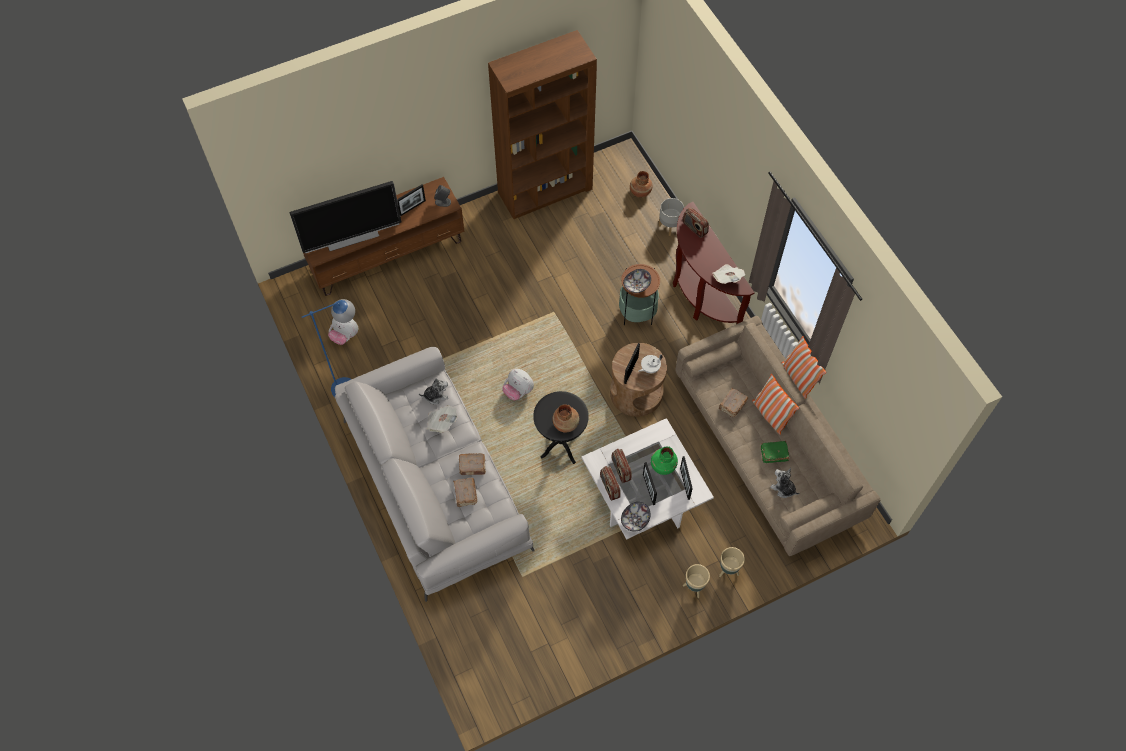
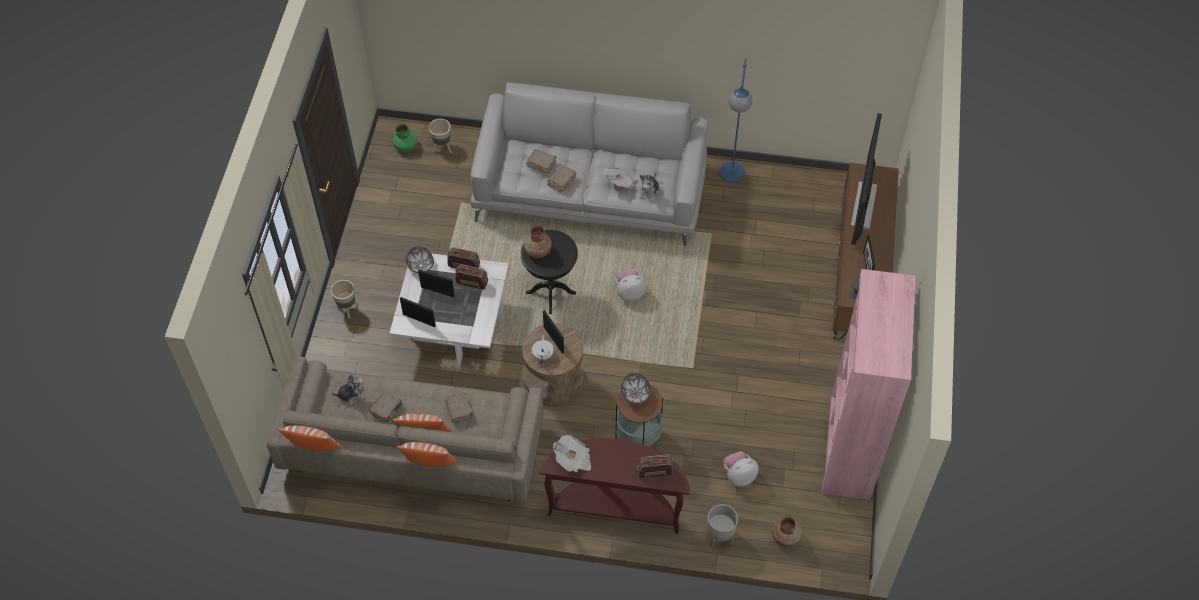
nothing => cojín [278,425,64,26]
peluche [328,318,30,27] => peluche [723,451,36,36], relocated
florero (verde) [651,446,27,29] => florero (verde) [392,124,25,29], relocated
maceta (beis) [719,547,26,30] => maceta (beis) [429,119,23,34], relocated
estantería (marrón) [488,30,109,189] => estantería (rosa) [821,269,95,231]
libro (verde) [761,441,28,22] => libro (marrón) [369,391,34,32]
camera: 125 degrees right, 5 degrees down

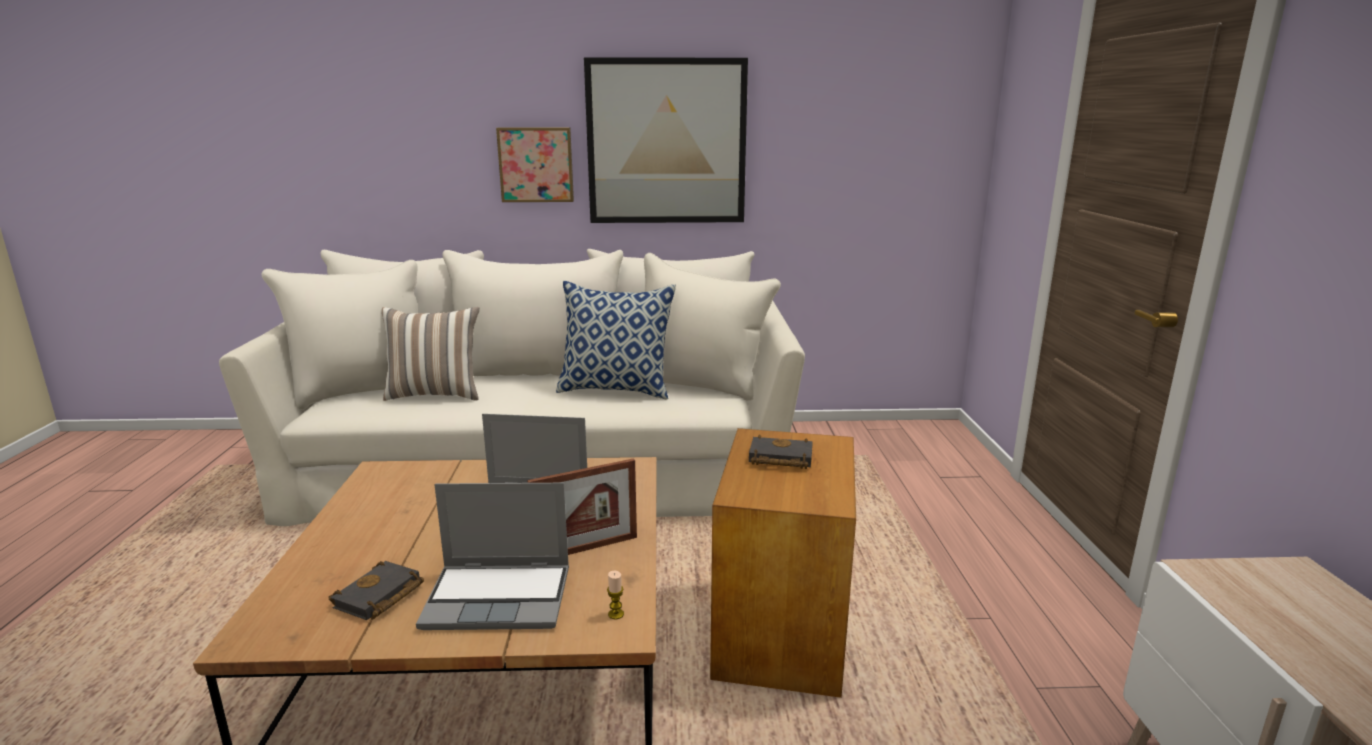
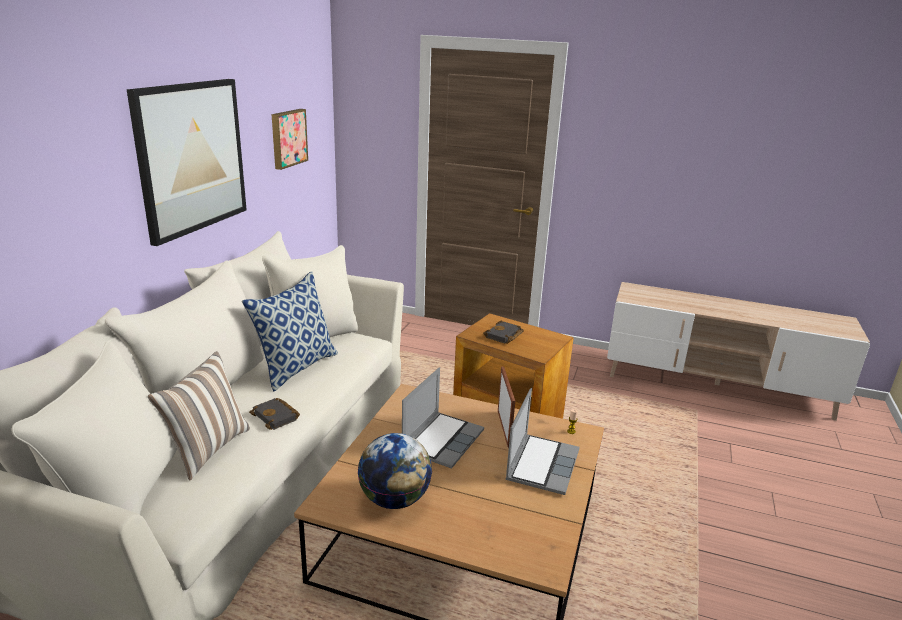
nothing => globo terráqueo [357,433,75,76]
libro (negro) [329,561,95,59] => libro (negro) [249,398,51,32], relocated
cuadro [496,127,78,75] => cuadro [272,109,36,61], relocated
camera: 70 degrees left, 5 degrees up

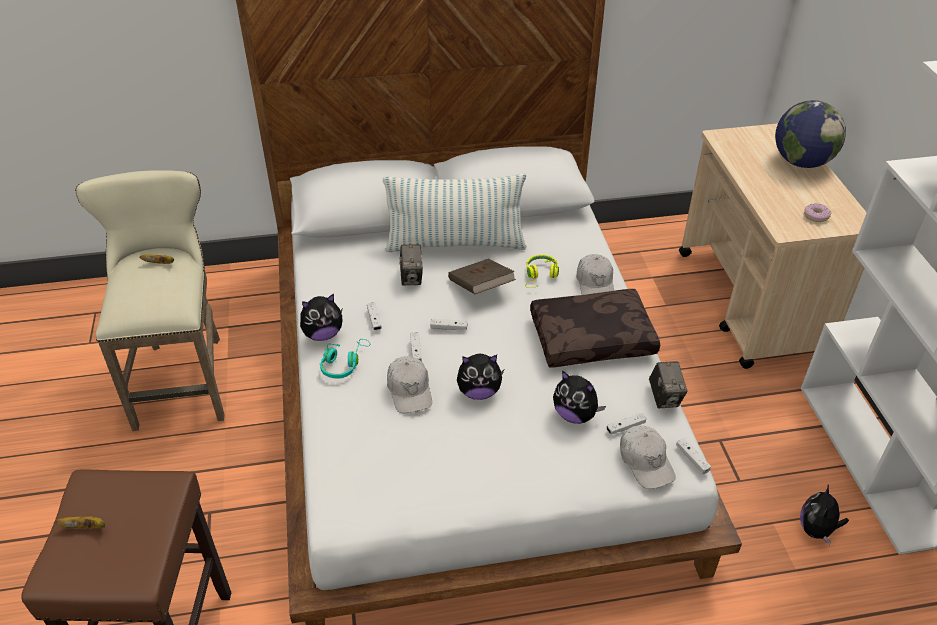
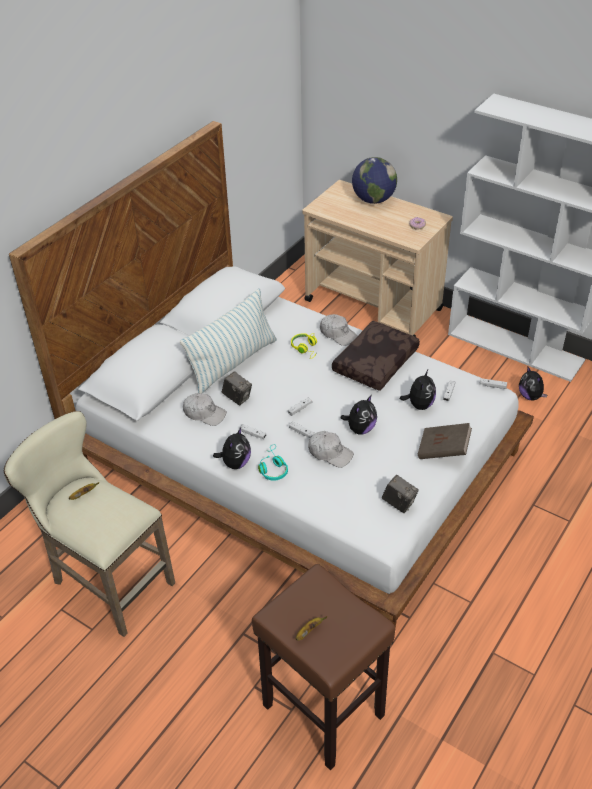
libro (marrón) [448,259,68,35] => libro (marrón) [418,423,54,36], relocated
gorra (blanco) [620,425,56,64] => gorra (blanco) [183,393,44,33], relocated
cámara [649,361,38,47] => cámara [382,475,37,38], relocated
peluche [553,370,53,54] => peluche [400,370,36,40], 60 degrees counterclockwise
camera: 45 degrees left, 0 degrees up

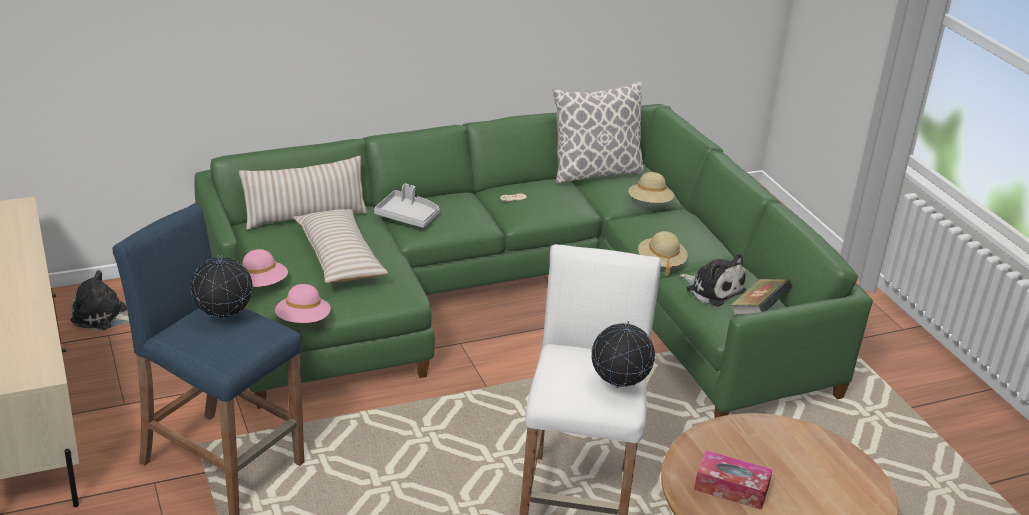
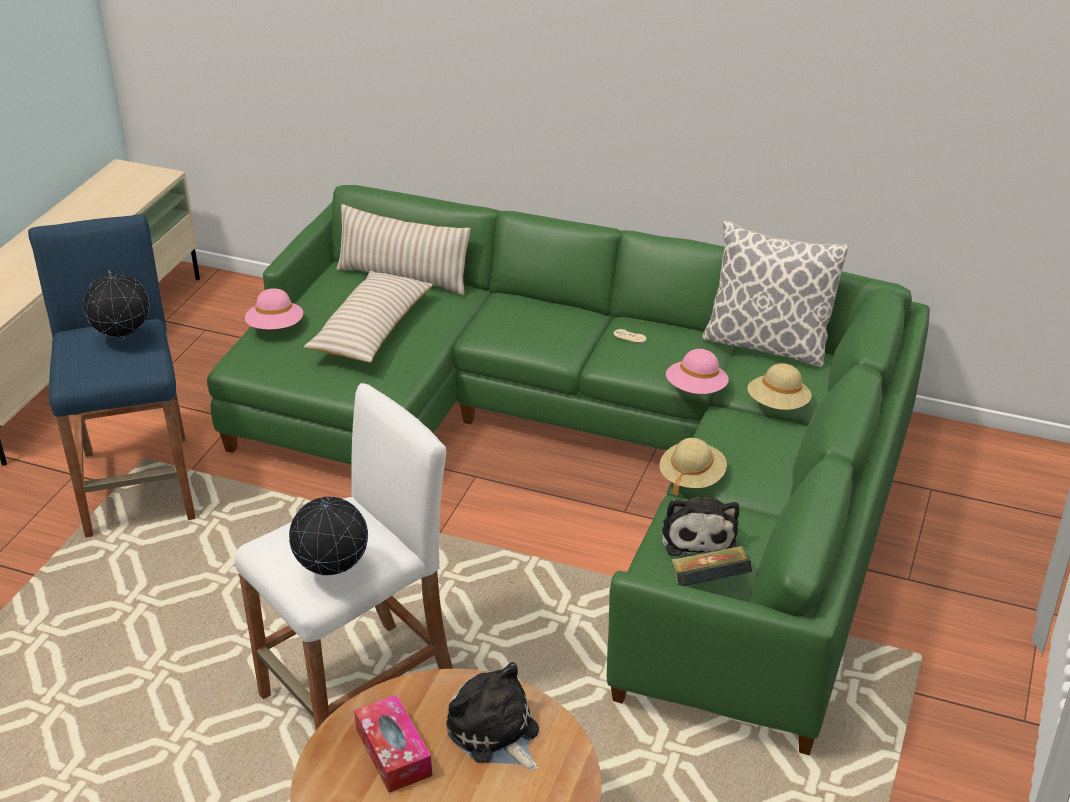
bandeja (gris) [374,183,66,45] => nothing
peluche [71,270,58,60] => peluche [446,662,93,108], relocated
sombrero (rosa) [275,284,56,39] => sombrero (rosa) [666,349,63,45], relocated
camera: 45 degrees right, 5 degrees up

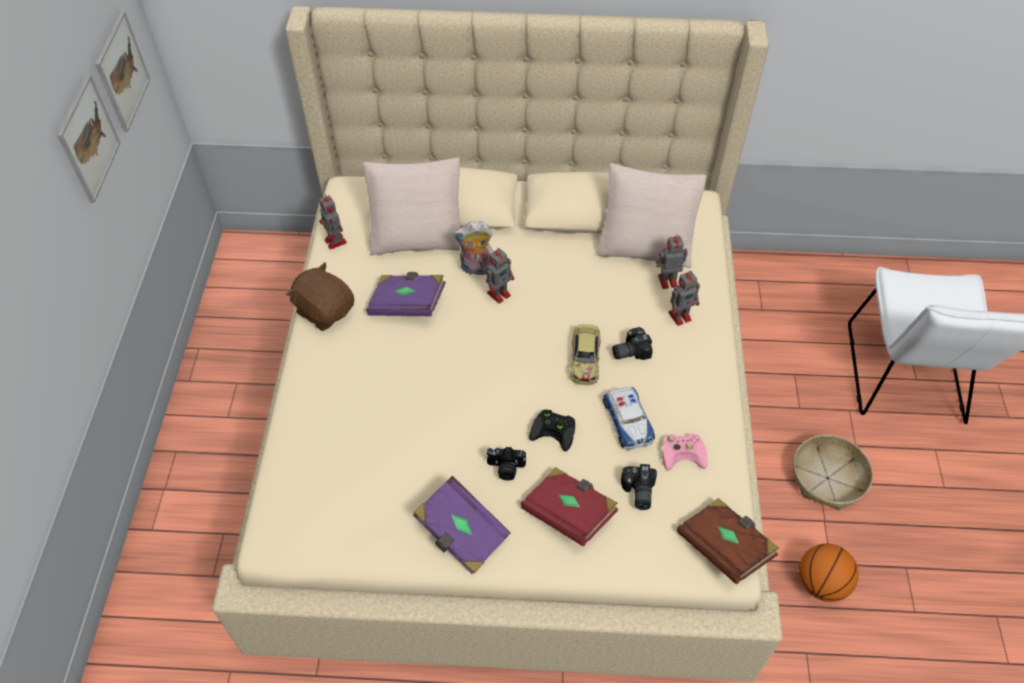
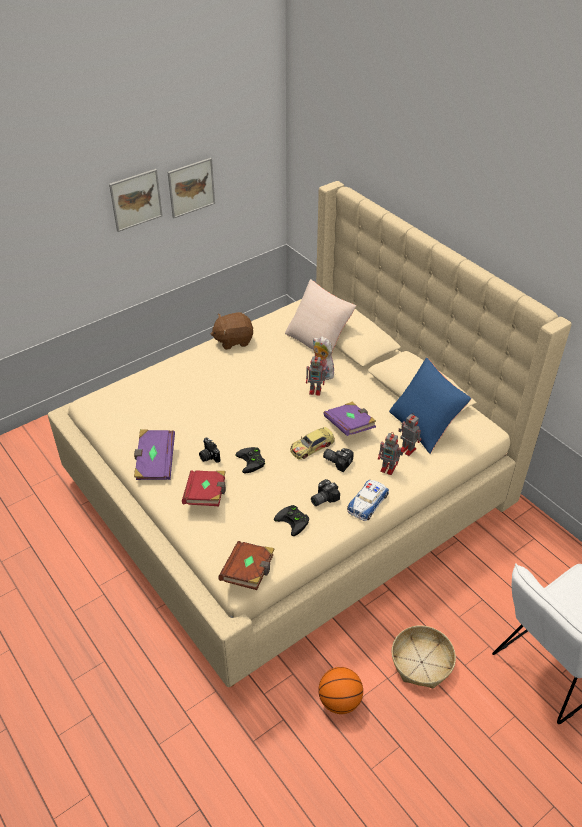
robot de juguete [319,194,28,56] => nothing
cuadro [95,11,55,121] => cuadro [109,169,54,63], relocated
libro (morado) [366,272,80,44] => libro (morado) [324,402,52,34], relocated
coche de juguete [602,387,53,63] => coche de juguete [347,480,42,41], relocated
cámara [621,464,36,46] => cámara [311,479,29,27], relocated
cojín (beis) [597,163,110,105] => cojín (azul) [389,358,82,96]
mando de consola (rosa) [662,433,45,38] => mando de consola (negro) [274,505,35,31]
peluche (marrón) [286,262,68,69] => peluche (marrón) [210,312,43,38], 105 degrees counterclockwise
camera: 50 degrees right, 10 degrees down

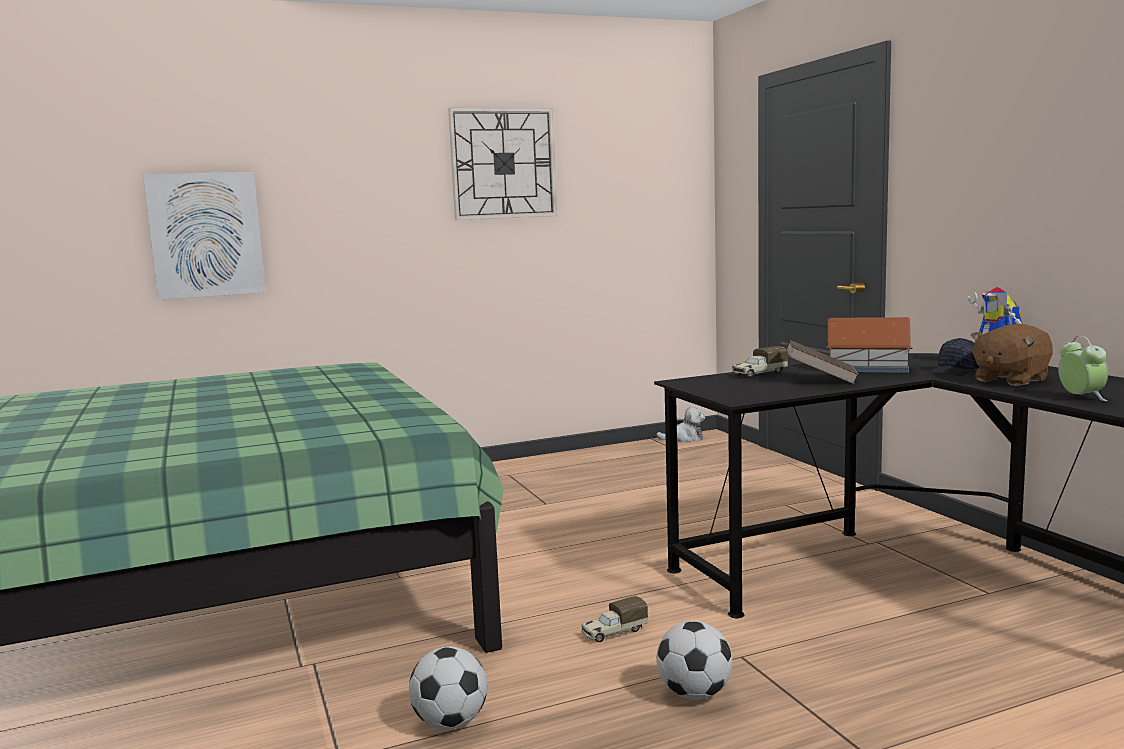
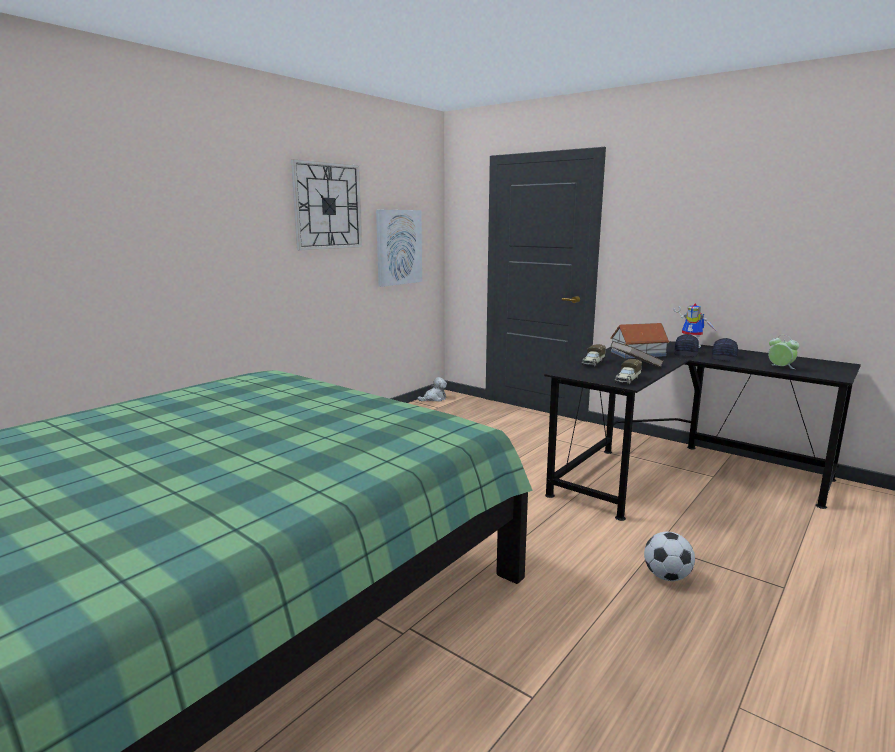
balón de fútbol [409,647,78,82] => nothing
cuadro [143,172,123,128] => cuadro [376,210,46,77], relocated
camión de juguete [581,596,67,46] => camión de juguete [615,359,27,26], relocated
peluche (marrón) [970,324,83,62] => gorra (negro) [712,338,26,24]
camera: 30 degrees left, 5 degrees up

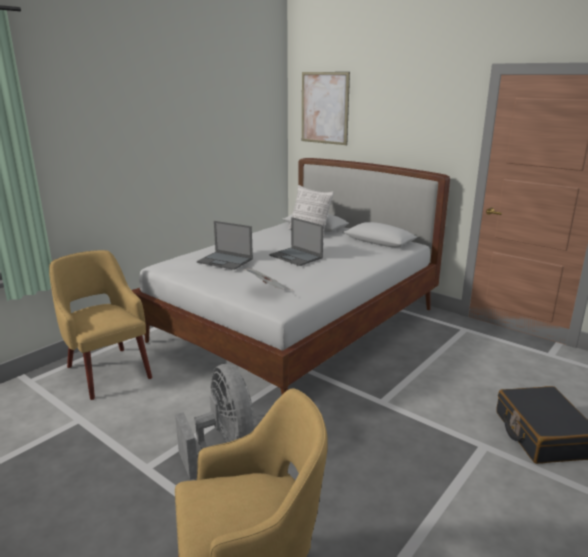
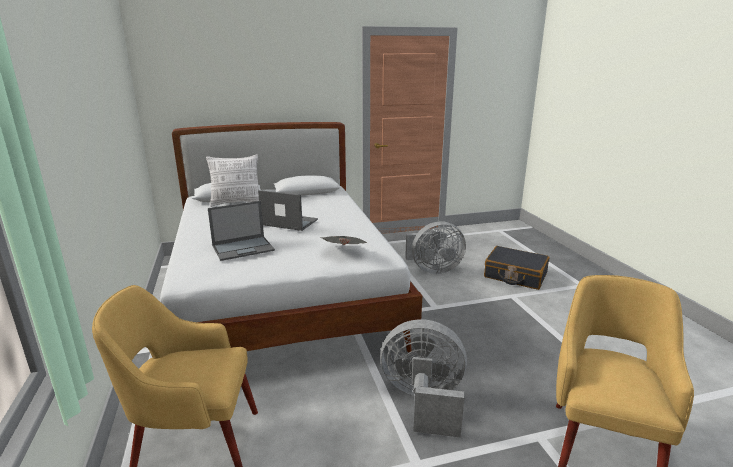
cuadro [302,72,48,73] => nothing
nothing => ventilador (gris) [405,221,61,53]
portátil [269,217,54,49] => portátil [258,190,60,41], 150 degrees counterclockwise
camera: 55 degrees left, 0 degrees up

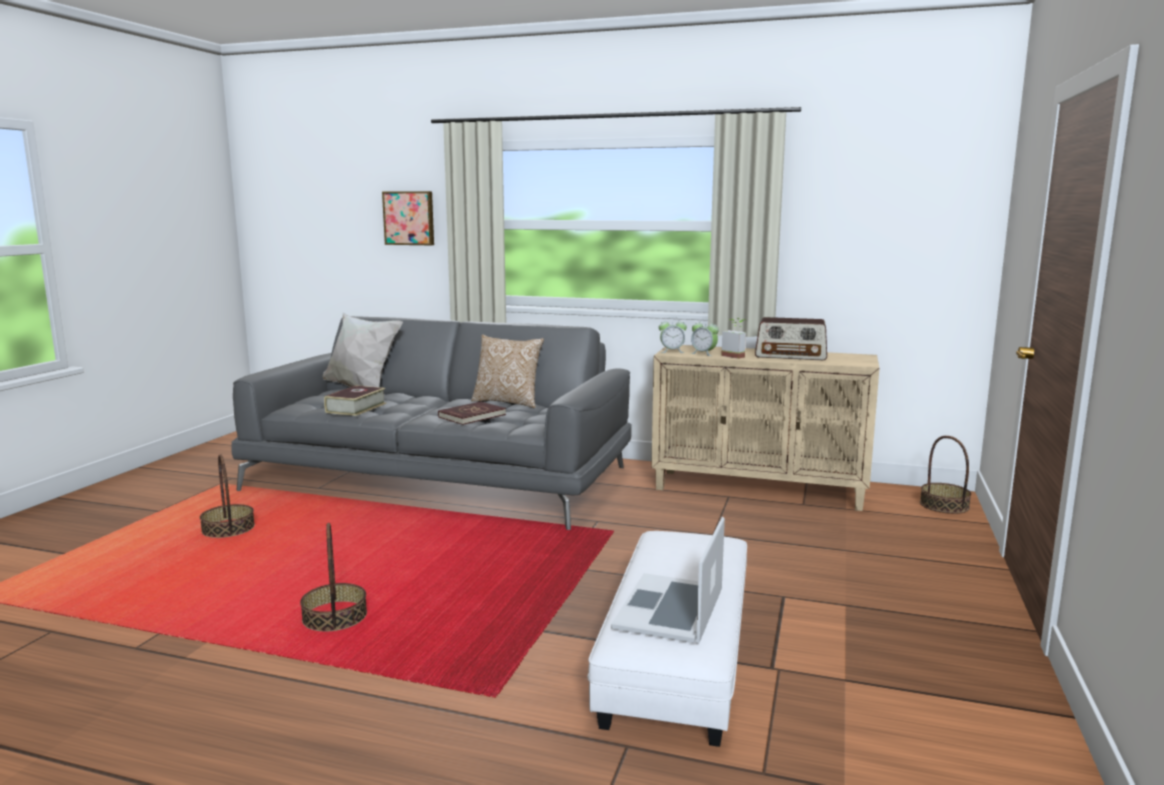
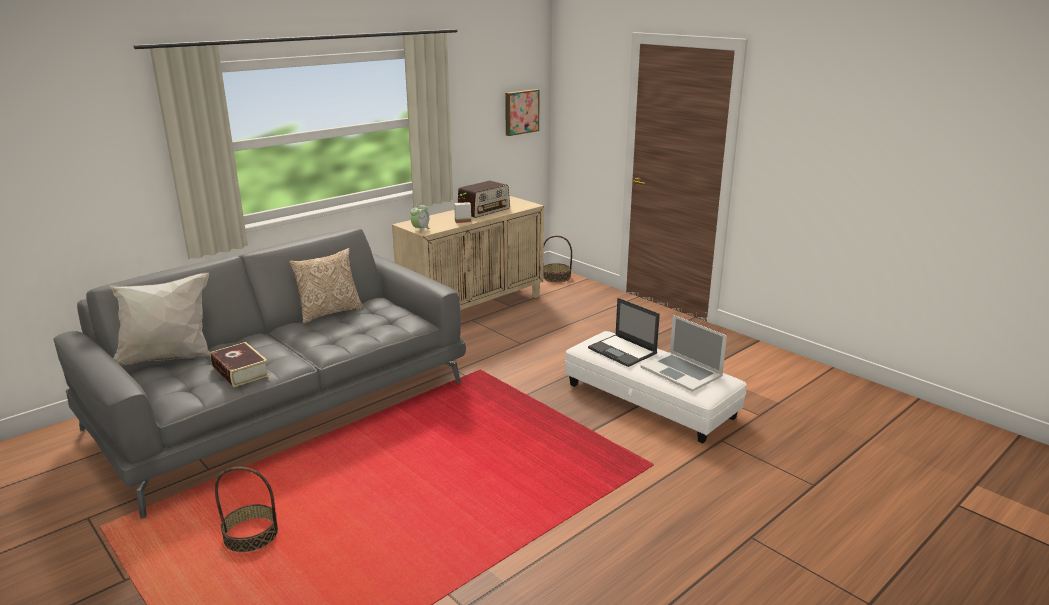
cesta [300,523,67,108] => nothing
libro (rojo) [438,401,68,24] => nothing
despertador [690,319,29,37] => nothing
nothing => portátil [588,298,72,69]
cuadro [382,191,52,54] => cuadro [505,89,35,47], relocated
camera: 60 degrees left, 10 degrees up

